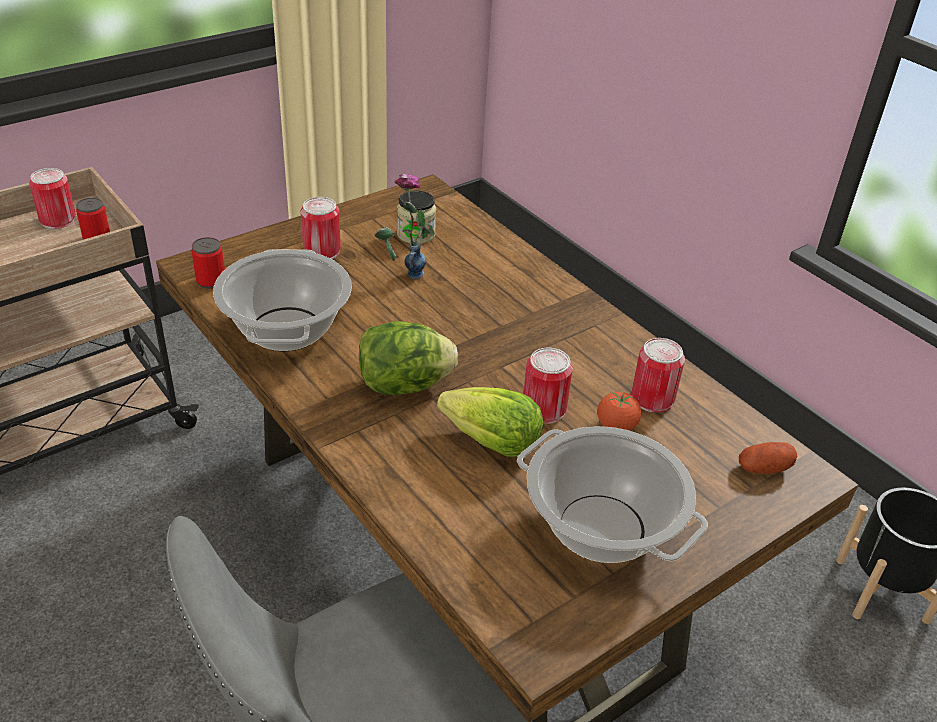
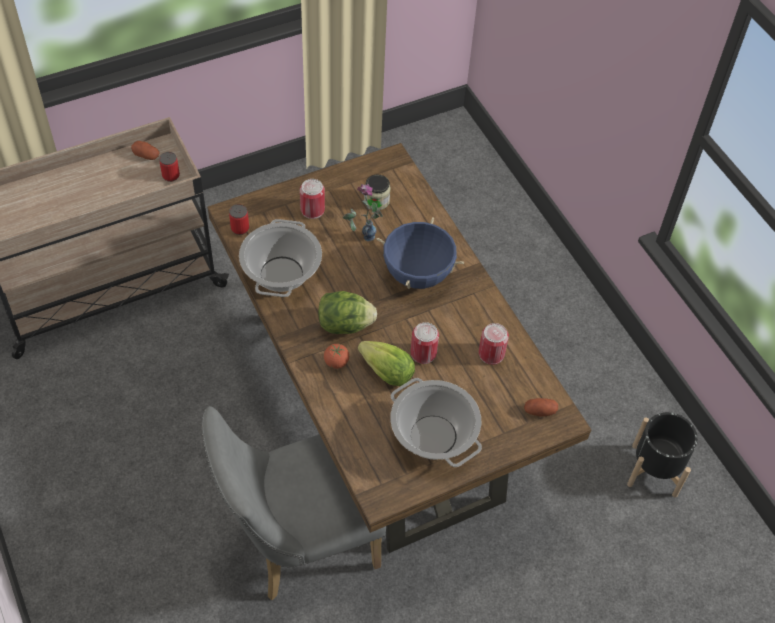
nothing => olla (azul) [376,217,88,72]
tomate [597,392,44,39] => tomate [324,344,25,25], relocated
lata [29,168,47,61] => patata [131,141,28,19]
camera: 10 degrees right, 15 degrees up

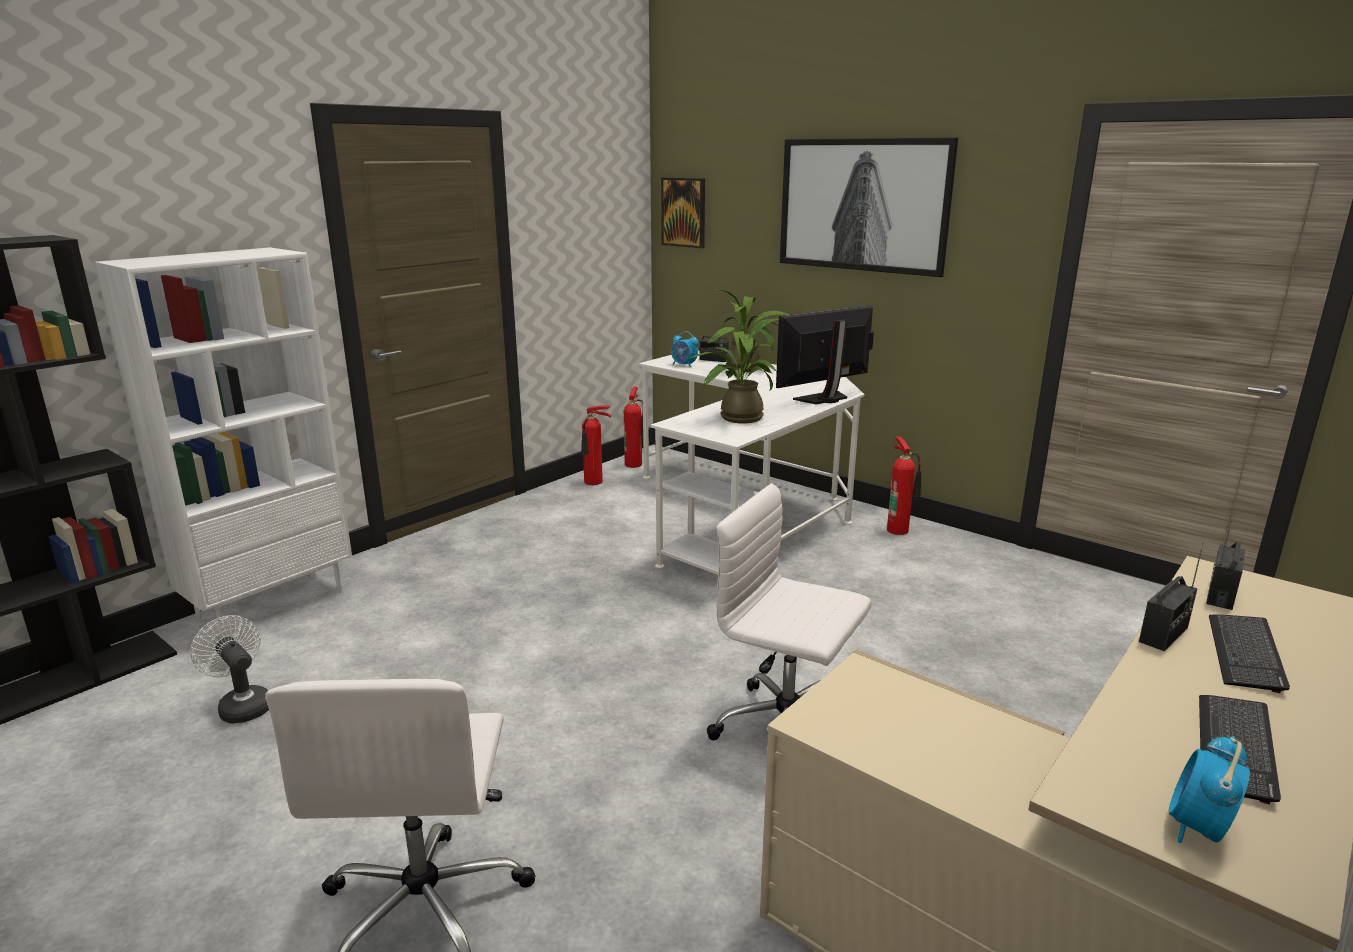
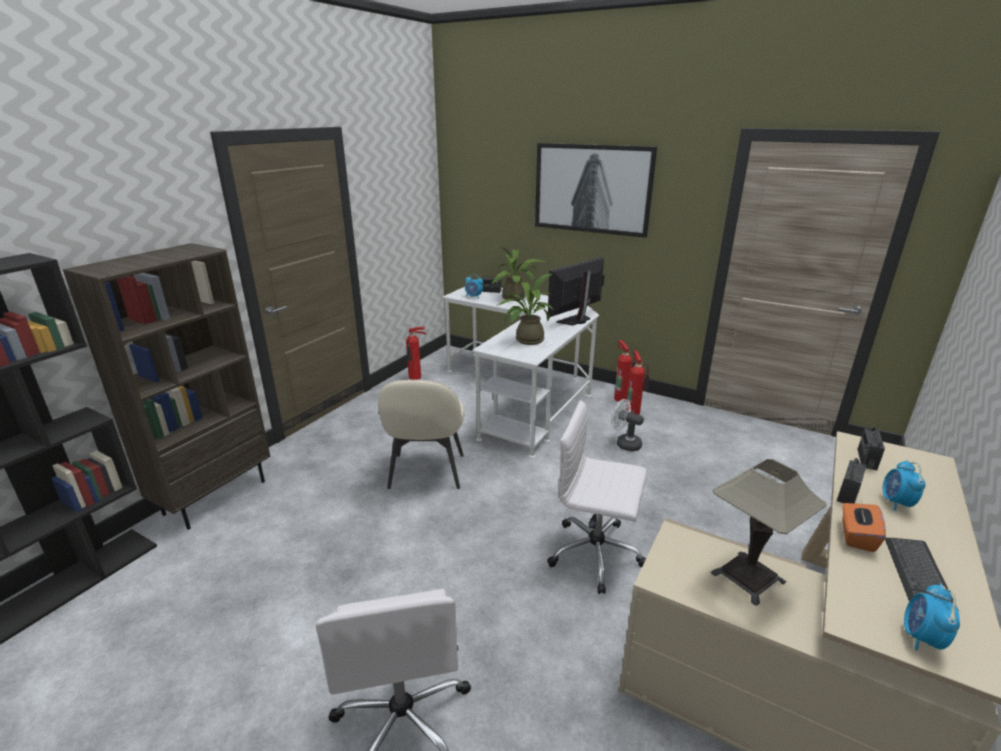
cuadro [661,177,44,71] => nothing
nothing => silla (beis) [378,380,87,109]
nothing => lámpara de mesa [711,459,116,147]
nothing => caja de pañuelos (naranja) [842,498,44,54]
ventilador (blanco) [190,615,79,108] => ventilador (blanco) [611,399,33,53], relocated
extintor [624,387,19,81] => extintor [626,351,23,64], relocated
teclado [1209,614,81,79] => despertador [883,460,42,51]
estantería (blanco) [94,247,258,374] => estantería (marrón) [63,243,207,287]
camera: 10 degrees left, 5 degrees up

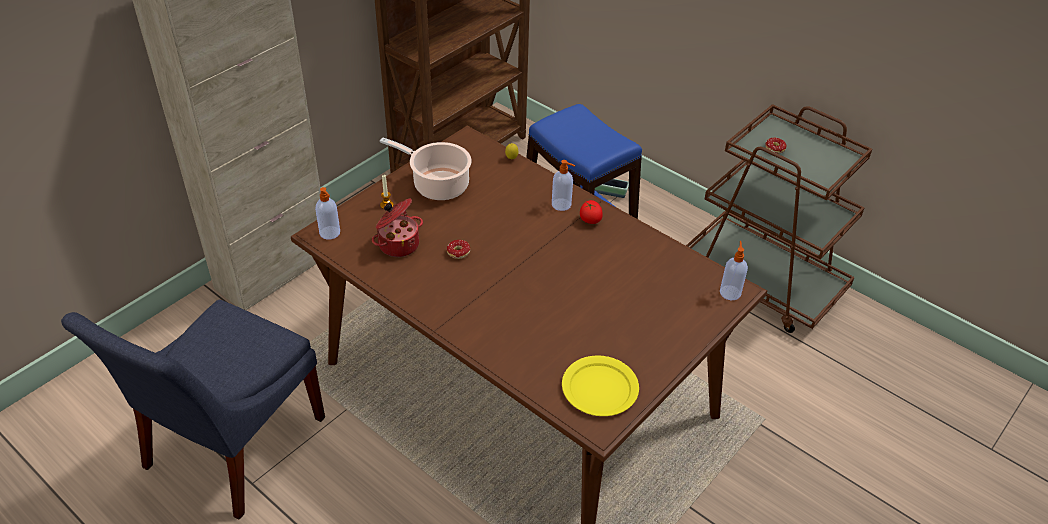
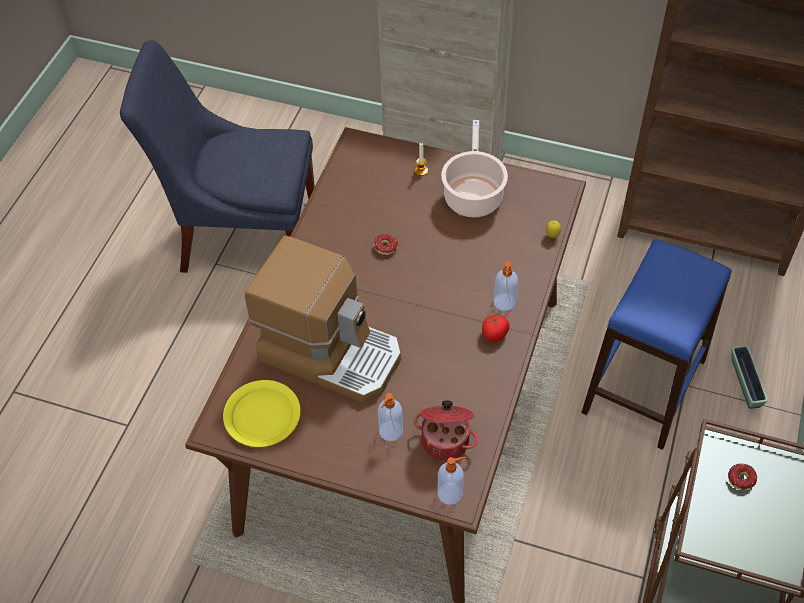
nothing => cafetera [245,236,156,167]
dispensador de jabón [315,187,25,53] => dispensador de jabón [378,393,25,48], relocated
olla [372,198,51,59] => olla [414,400,64,61], relocated
camera: 70 degrees right, 10 degrees up

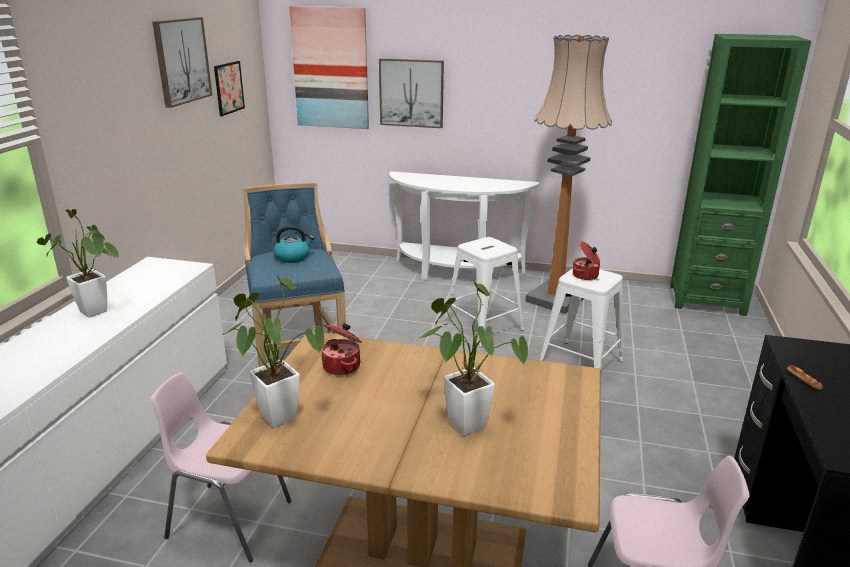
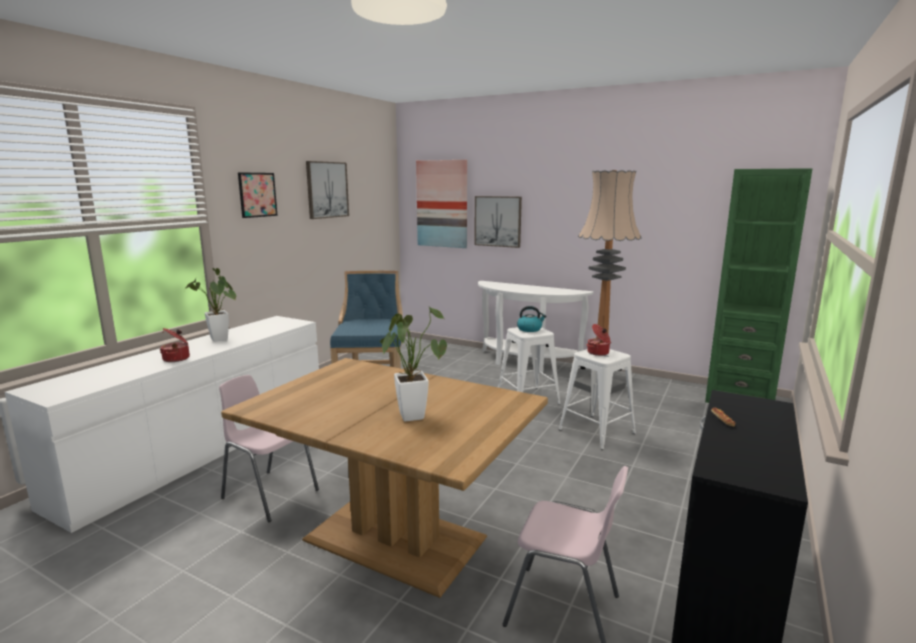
planta en maceta [222,276,102,151] => nothing
cuadro [214,61,31,55] => cuadro [238,172,40,46], relocated
hervidor [274,225,40,38] => hervidor [517,306,29,26], relocated
olla [321,323,41,52] => olla [160,328,30,34], relocated
camera: 15 degrees right, 10 degrees down

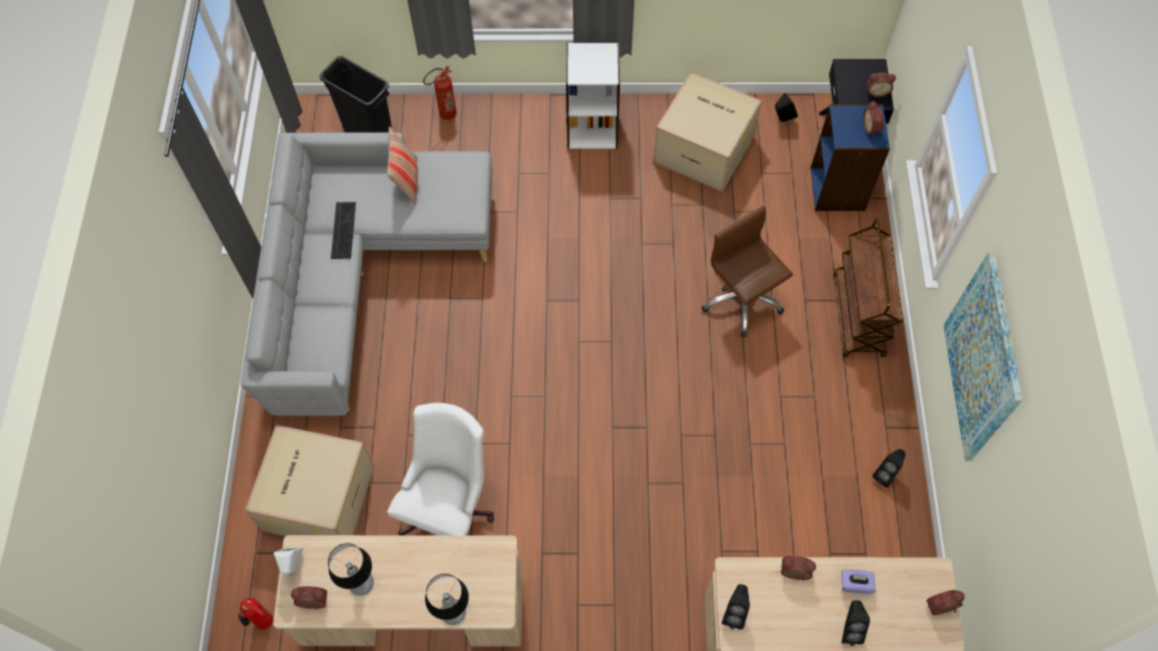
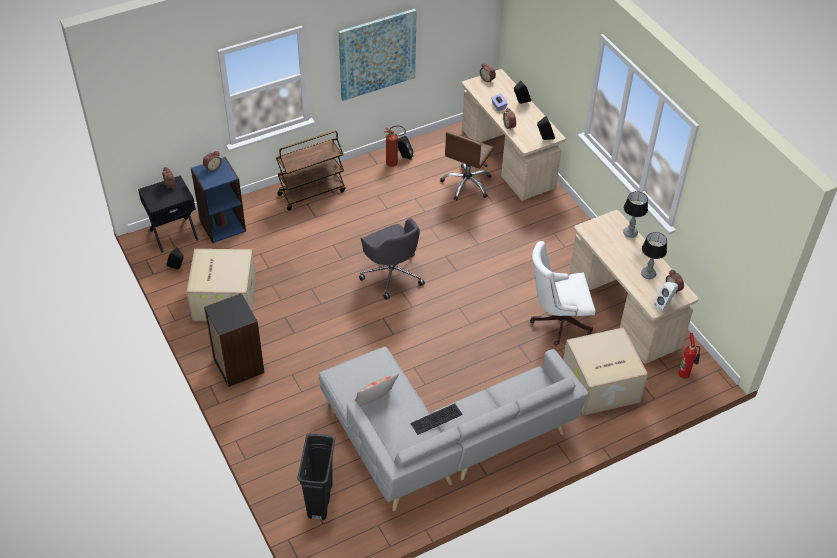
nothing => silla de oficina (gris) [359,218,66,82]
extintor [423,66,34,54] => extintor [384,125,22,42], relocated
silla de oficina (marrón) [701,206,92,131] => silla de oficina (marrón) [440,132,54,69], relocated
estantería (blanco) [566,43,54,106] => estantería (negro) [204,293,60,94]
camera: 120 degrees left, 15 degrees down

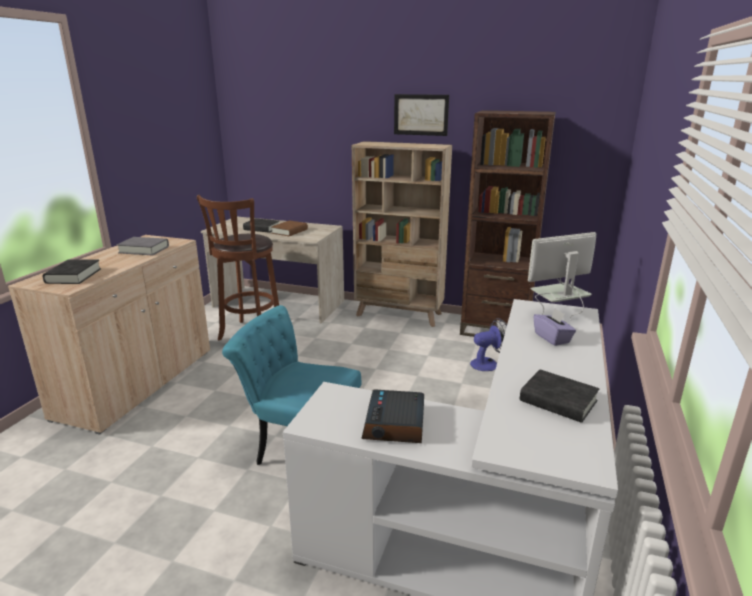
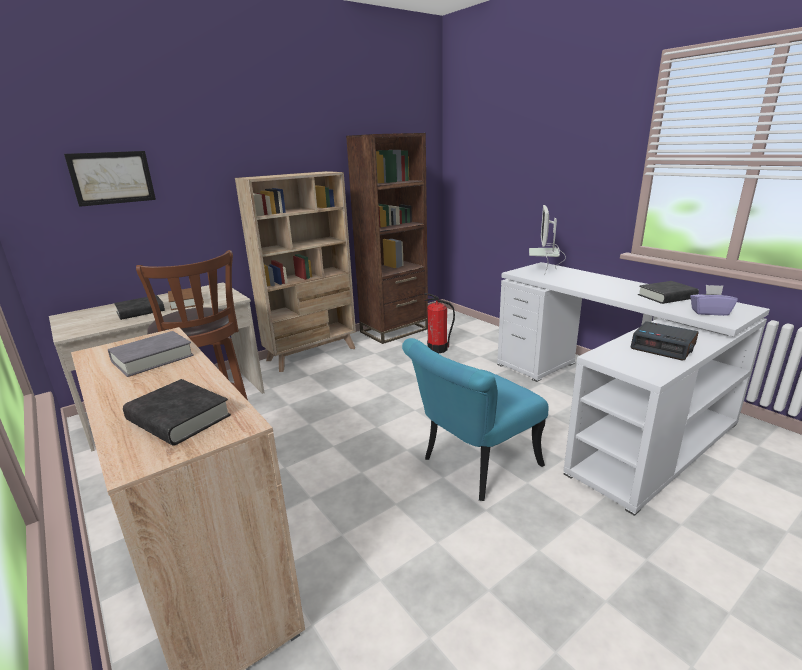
cuadro [394,94,55,42] => cuadro [64,151,92,56], relocated
caja de pañuelos (morado) [533,308,43,38] => caja de pañuelos (morado) [690,285,48,31], relocated
ventilador [470,318,37,53] => extintor [424,293,31,61]
camera: 55 degrees left, 0 degrees up

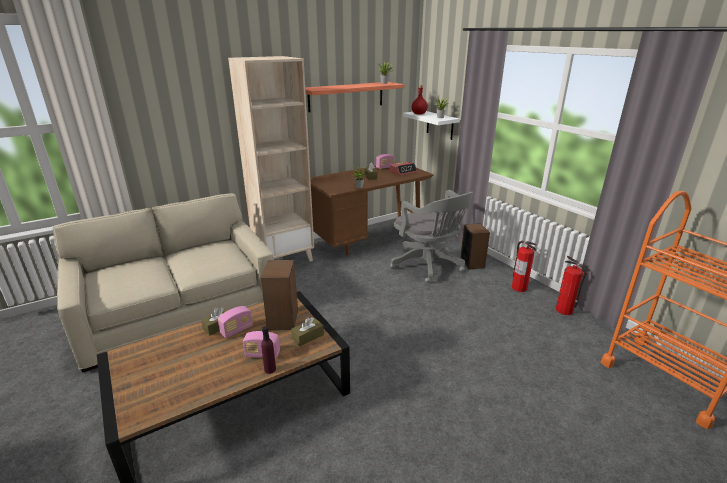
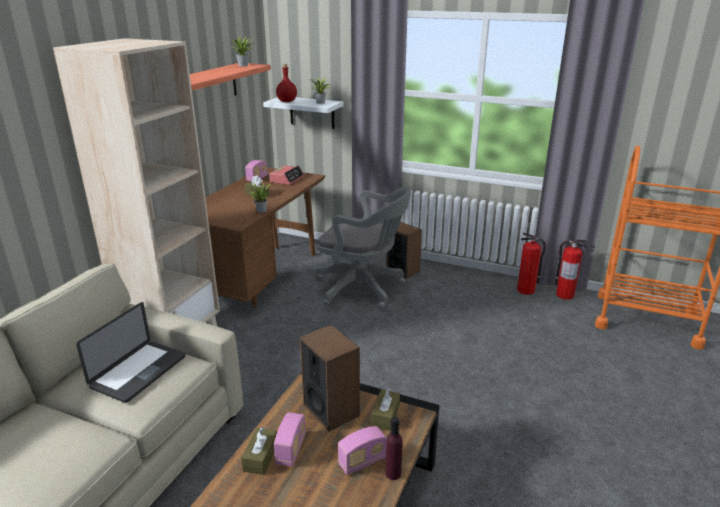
nothing => portátil [76,302,109,101]
extintor [512,241,24,51] => extintor [555,240,32,60], relocated
camera: 35 degrees left, 0 degrees up

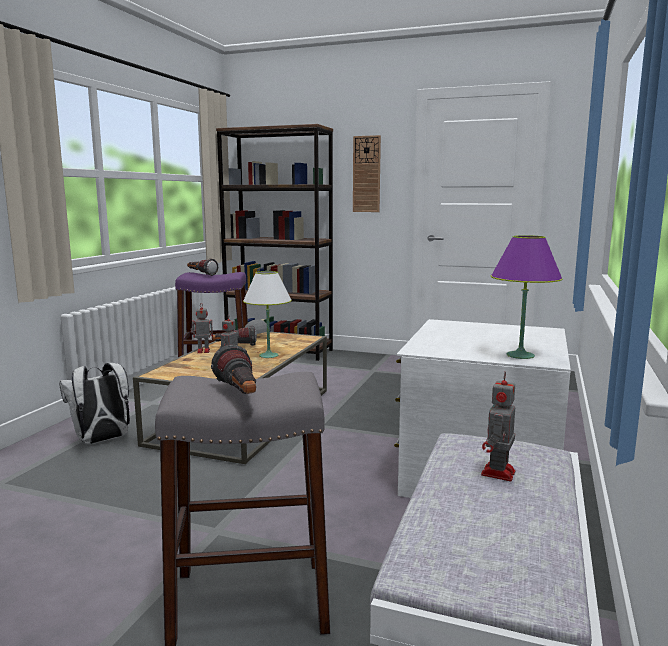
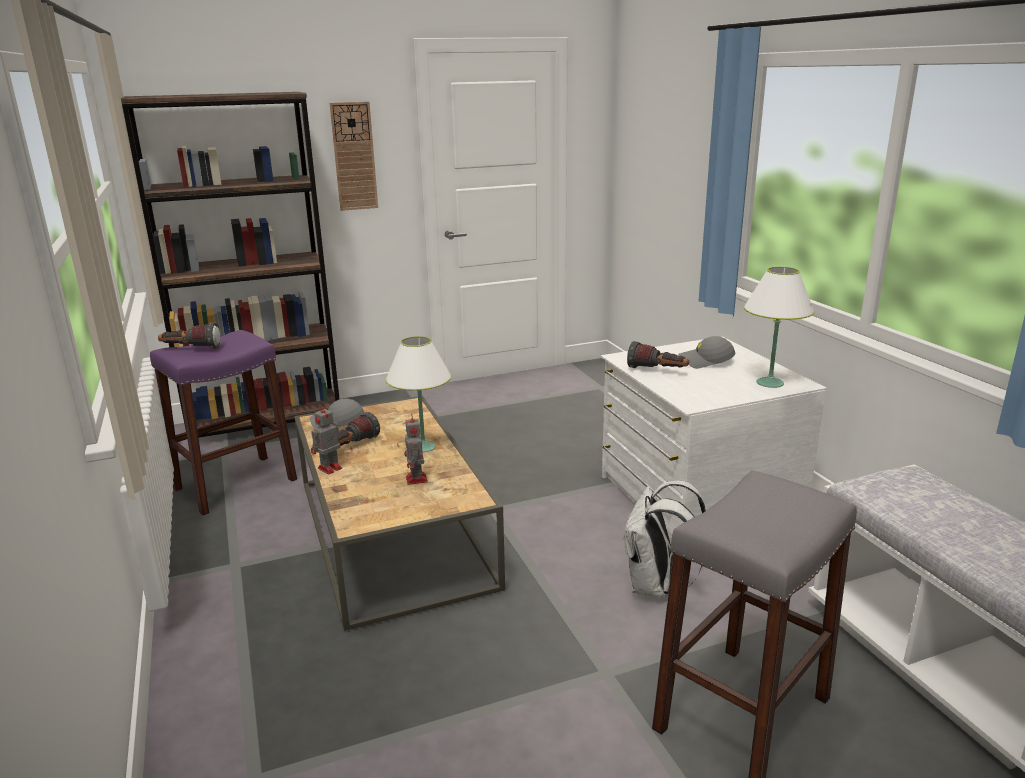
robot de juguete [481,371,35,110] => nothing
nothing => gorra (gris) [678,336,57,33]
mochila (blanco) [59,363,71,81] => mochila (blanco) [623,481,83,117], relocated
linterna [211,345,45,49] => linterna [627,341,62,27], relocated
lámpara de mesa (morado) [491,235,72,124] => lámpara de mesa (blanco) [744,267,71,121]
camera: 40 degrees left, 10 degrees up

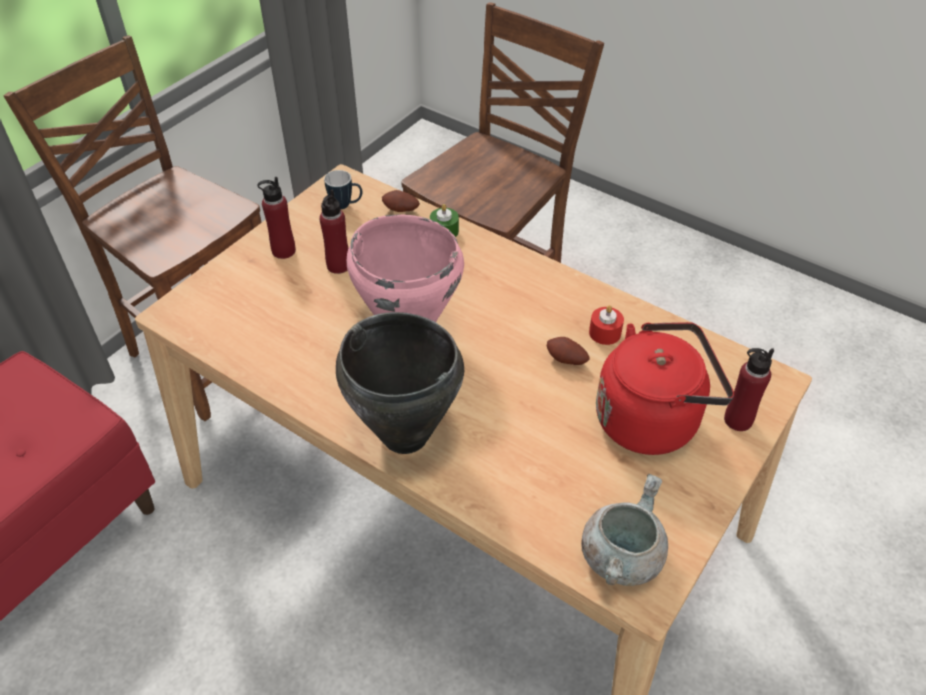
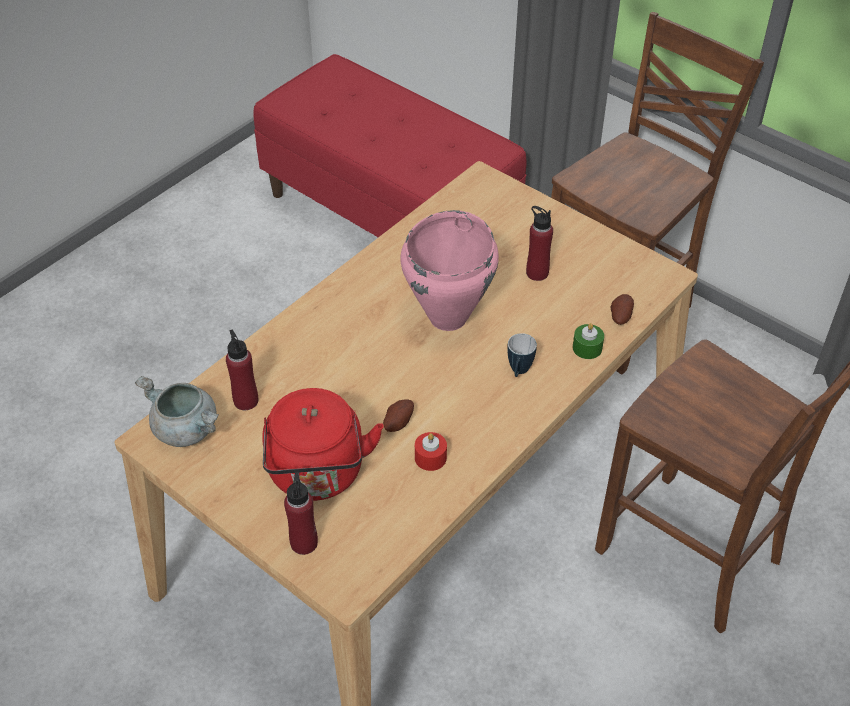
olla (negro) [336,312,128,142] => nothing
botella (rojo) [257,177,39,82] => botella (rojo) [226,330,32,80], relocated
taza grande [324,170,38,39] => taza grande [507,333,30,44], relocated
camera: 95 degrees right, 0 degrees up

